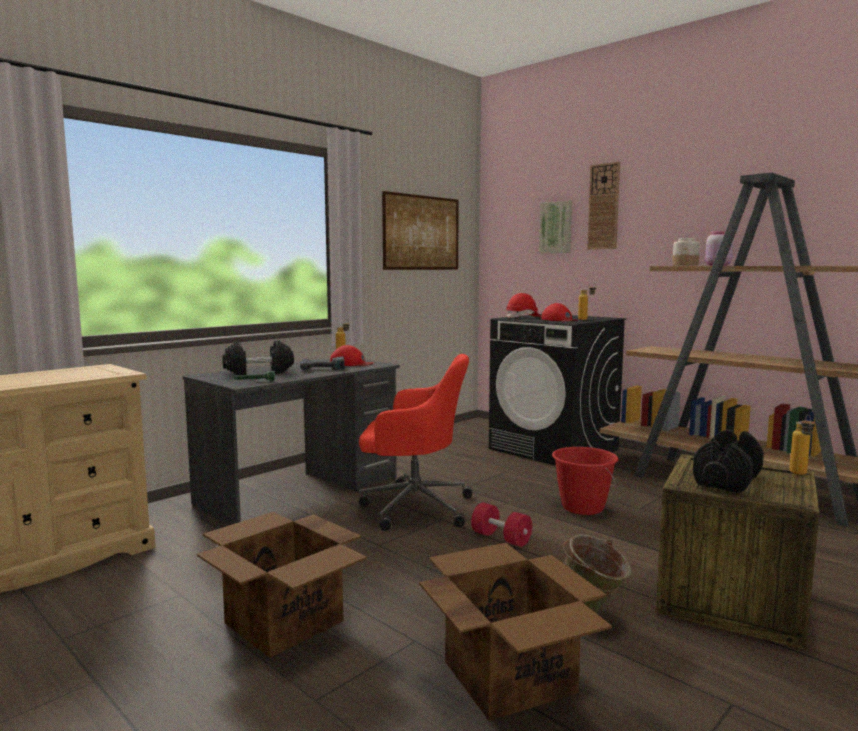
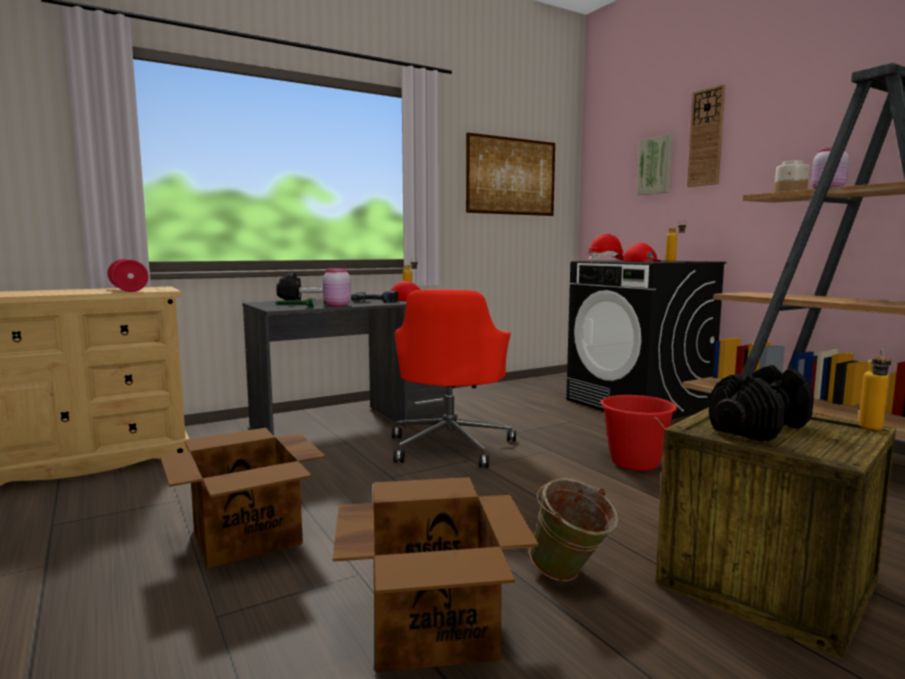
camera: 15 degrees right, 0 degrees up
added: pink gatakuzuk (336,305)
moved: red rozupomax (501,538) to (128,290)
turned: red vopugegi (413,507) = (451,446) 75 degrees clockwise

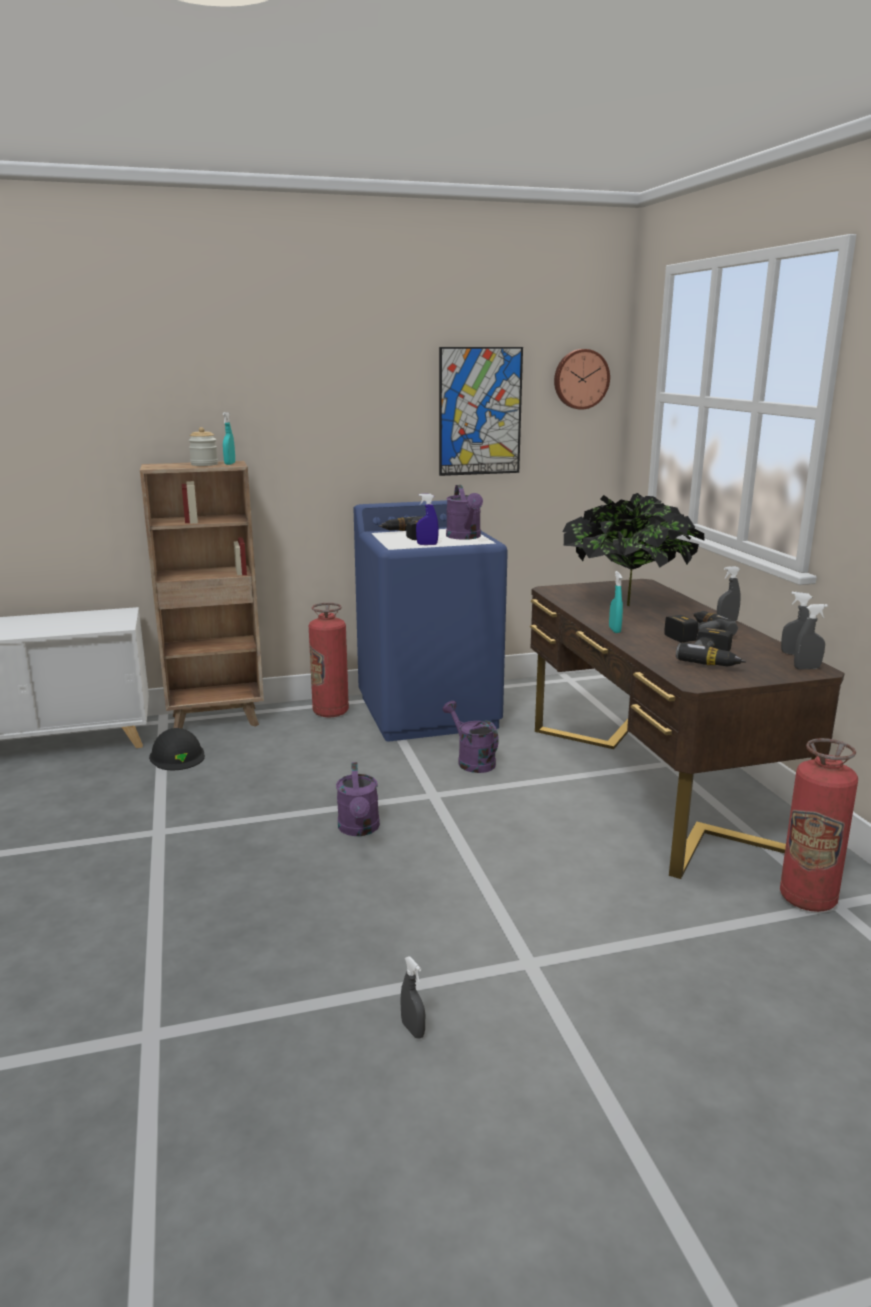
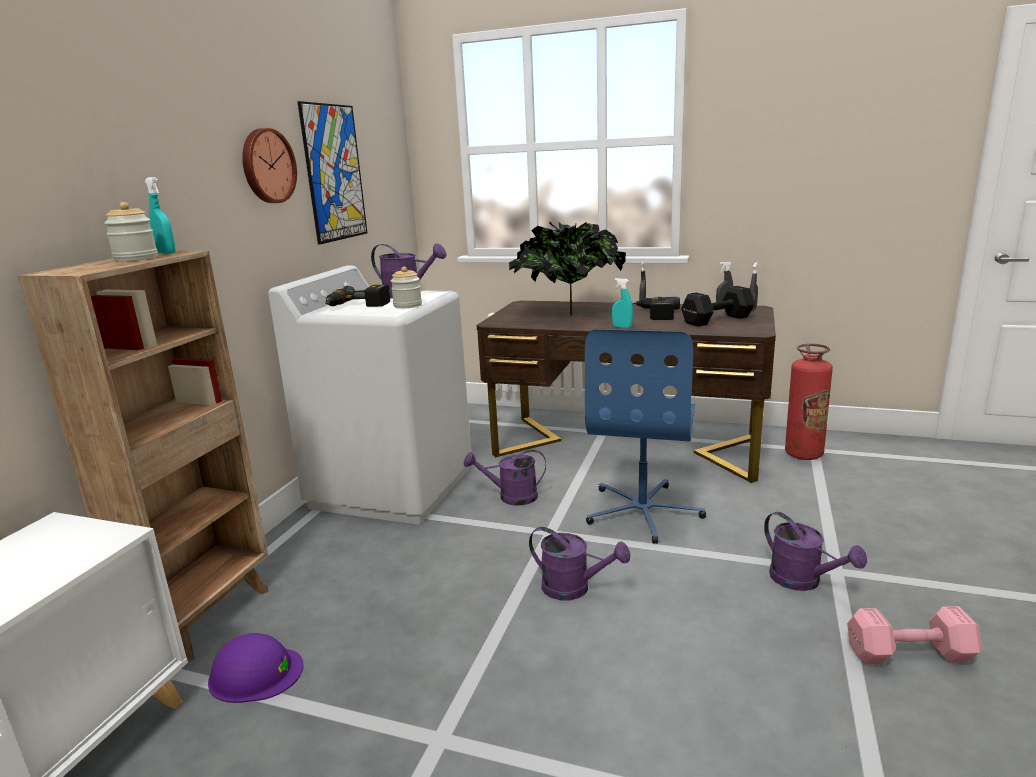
camera: 55 degrees left, 0 degrees up
removed: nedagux (330,712)
added: blue vopugegi (643,511); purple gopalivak (803,581)
moved: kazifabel (580,379) to (267,166)
replaced: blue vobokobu (427,544) to gatakuzuk (407,305); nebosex (715,659) to black rozupomax (715,320); grey vobokobu (413,1029) to pink rozupomax (912,654)
recoloured: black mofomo (177,756) to purple mofomo (255,673); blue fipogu (429,712) to white fipogu (392,487)

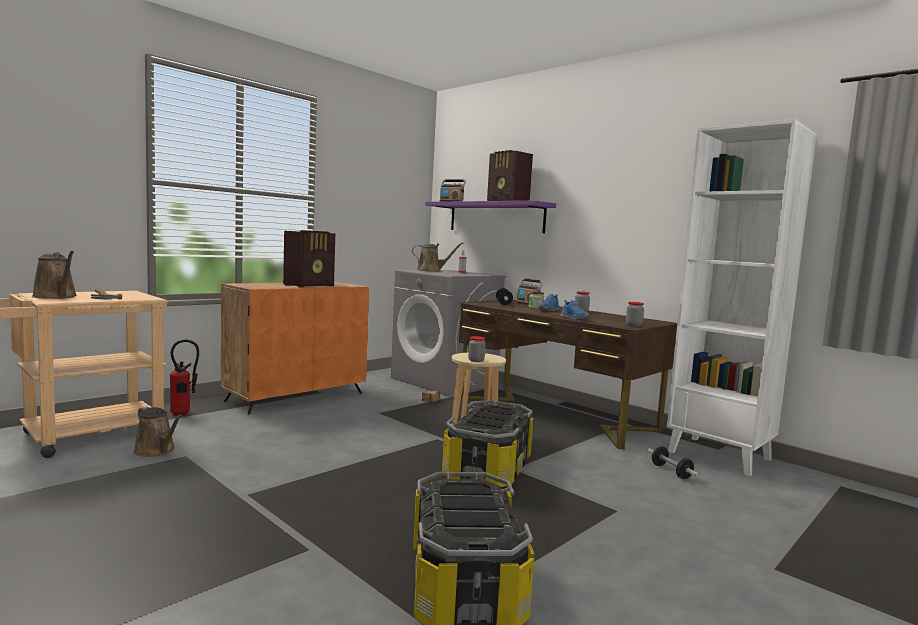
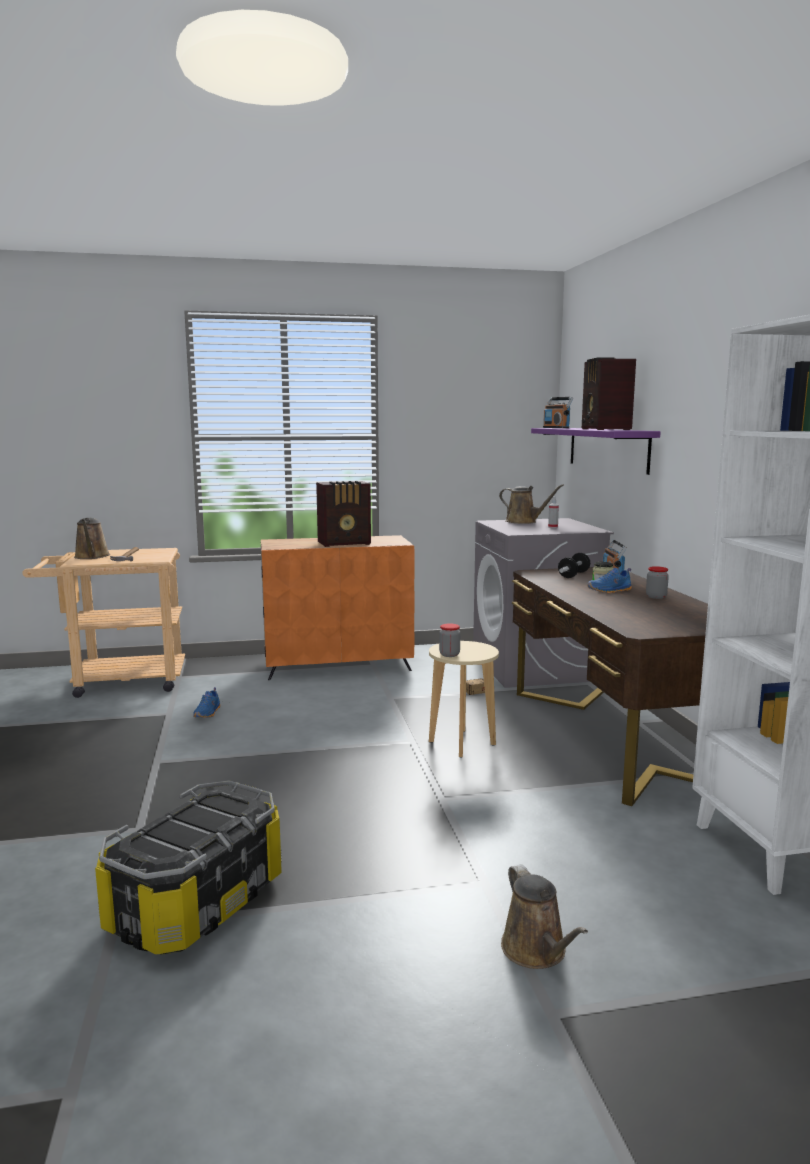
camera: 35 degrees right, 5 degrees up
removed: nedagux (183,414); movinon (487,470); gatakuzuk (633,325); rozupomax (671,472)
moved: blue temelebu (575,318) to (208,713); brown gopalivak (156,450) to (537,951)

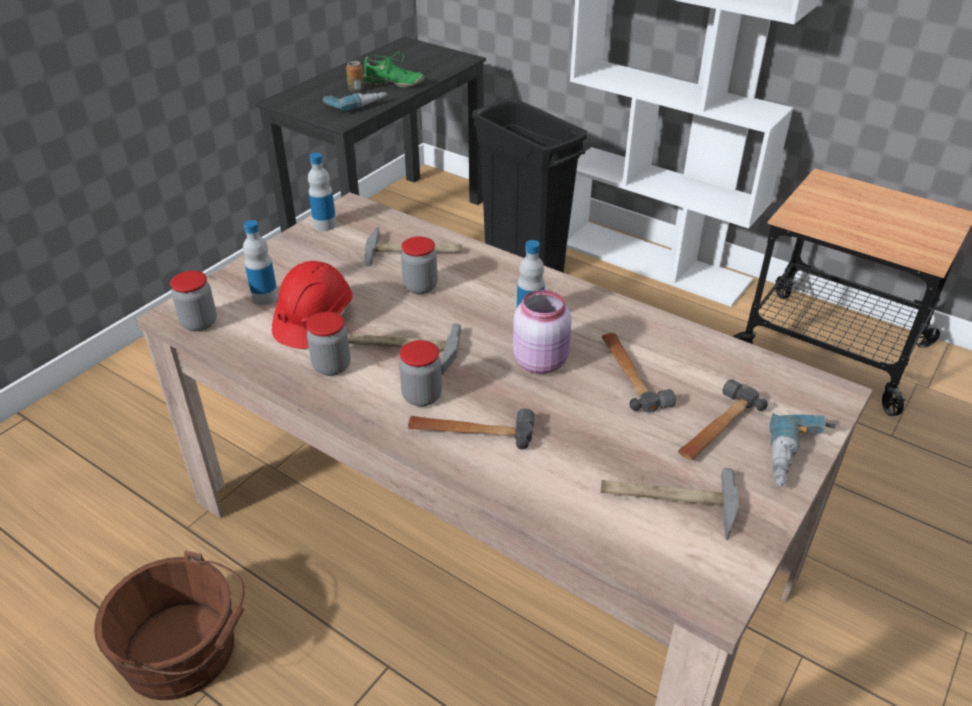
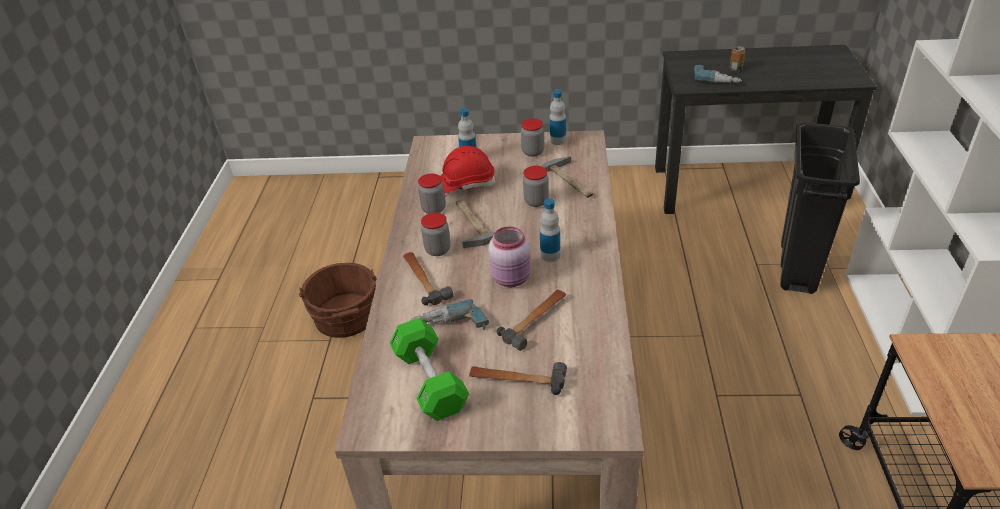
camera: 60 degrees right, 0 degrees up
removed: green temelebu (393,83)
moved: nebosex (799,460) to (449,328); gatakuzuk (199,323) to (533,152)
replaced: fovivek (667,500) to green rozupomax (430,381)

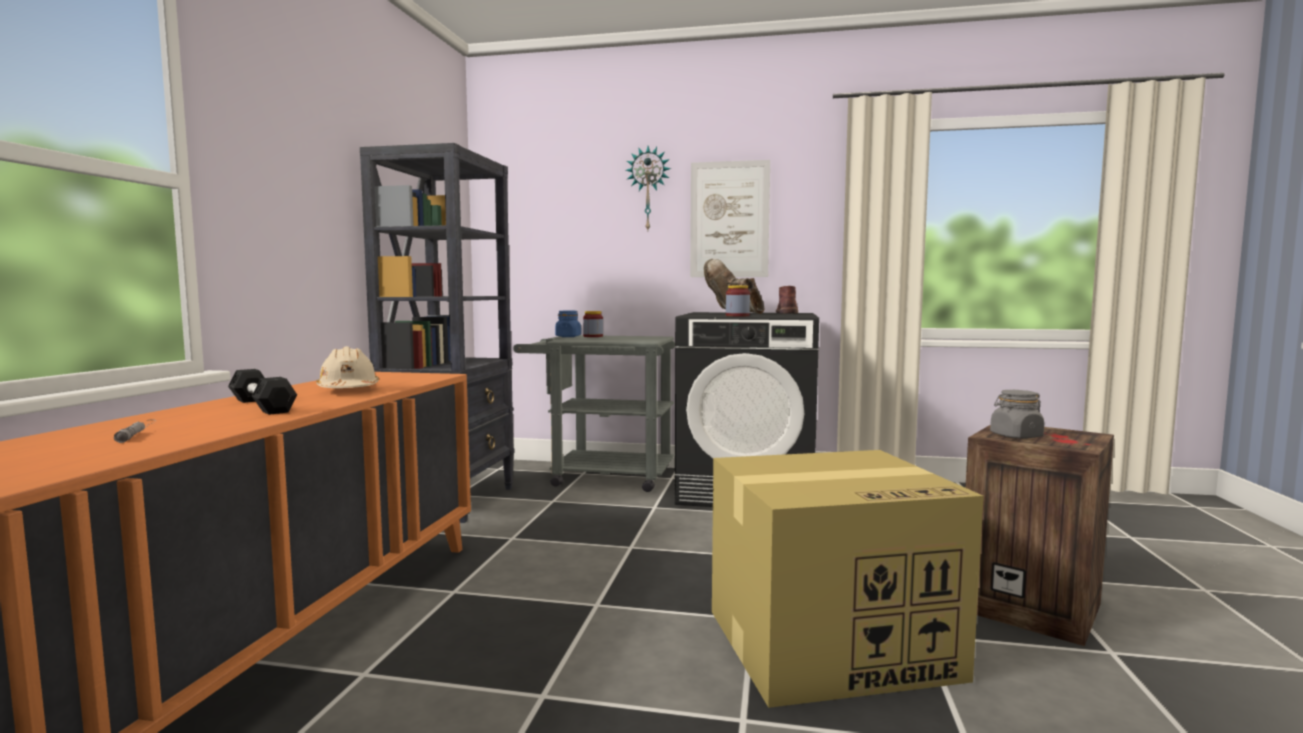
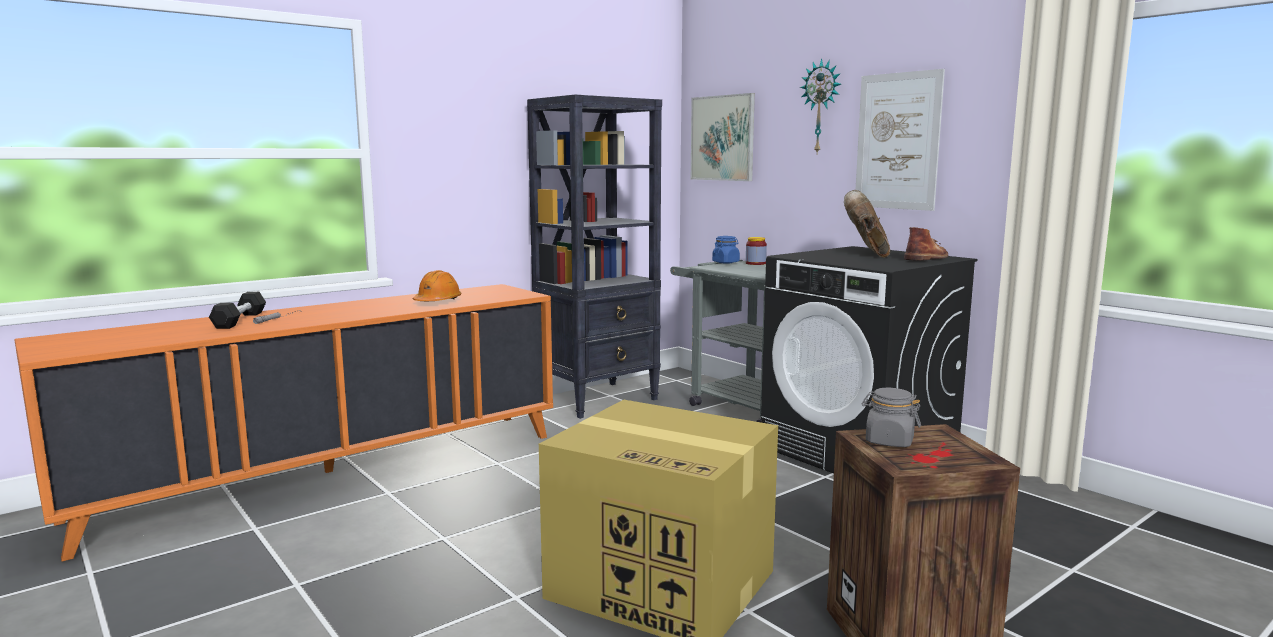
camera: 40 degrees right, 5 degrees up
removed: gatakuzuk (737,316)
added: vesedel (722,138)
moved: black rozupomax (262,406) to (240,320)
recoloured: beige mofomo (348,390) to orange mofomo (437,302)

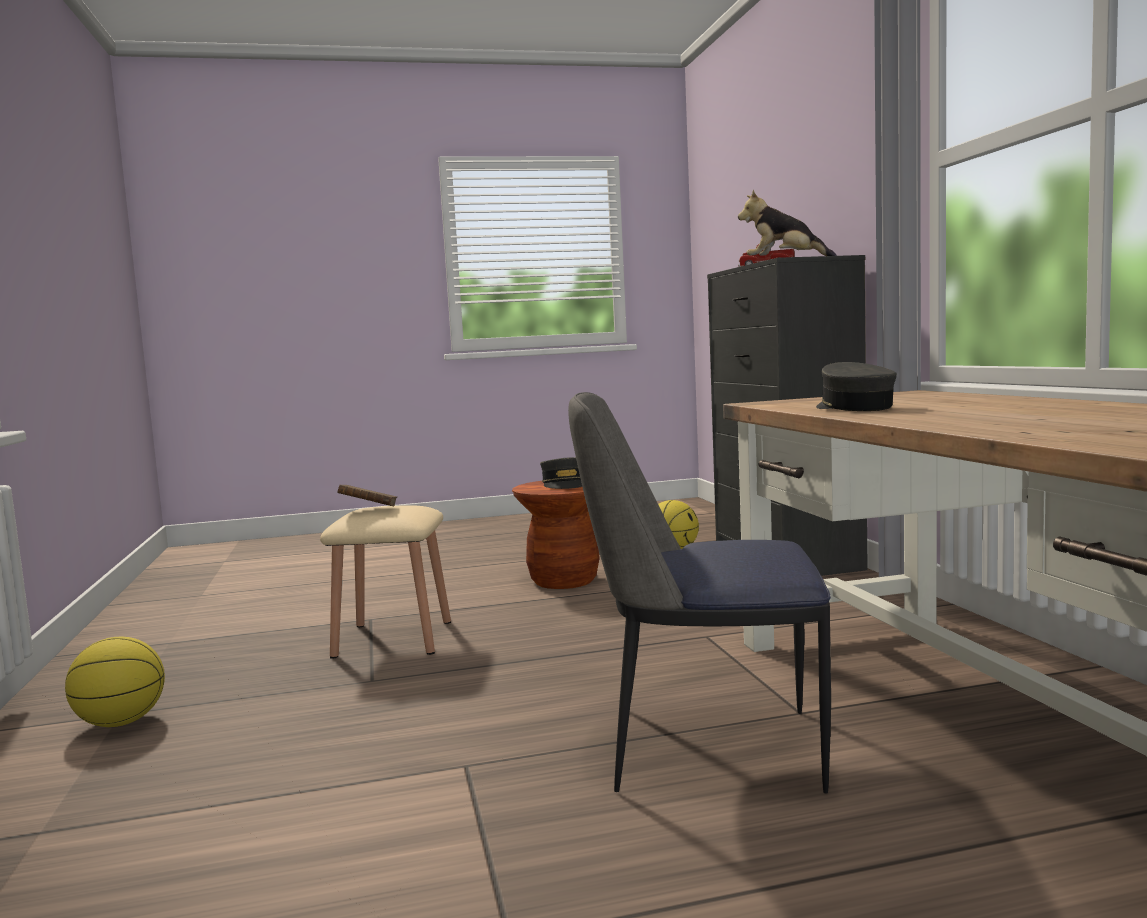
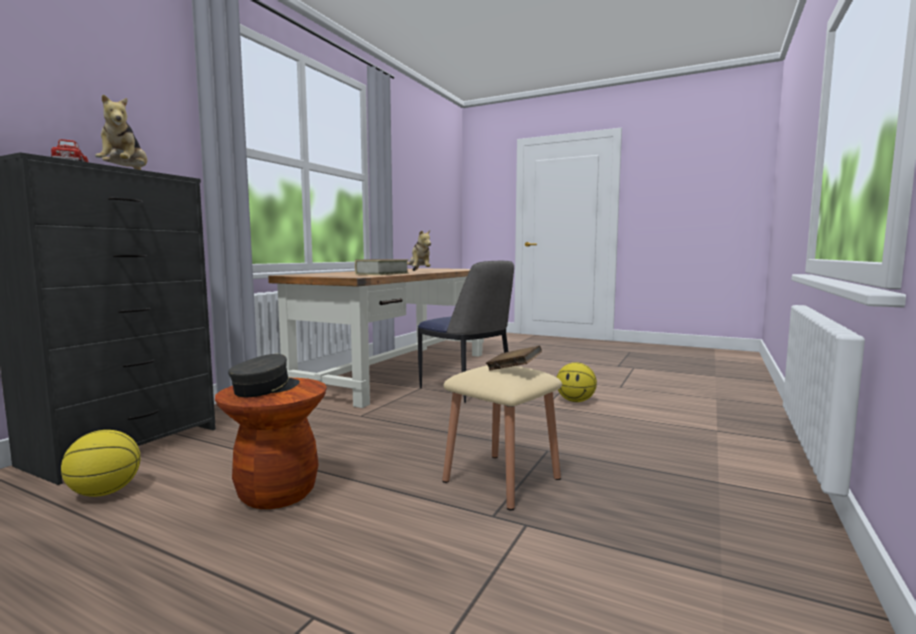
camera: 140 degrees left, 0 degrees up
added: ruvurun (419,272)
moved: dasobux (120,723) to (575,401)
replaced: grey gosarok (853,408) to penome (382,274)

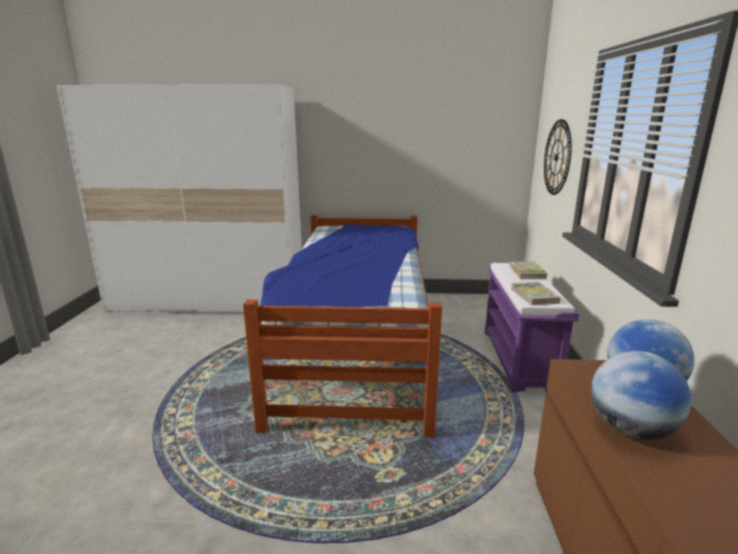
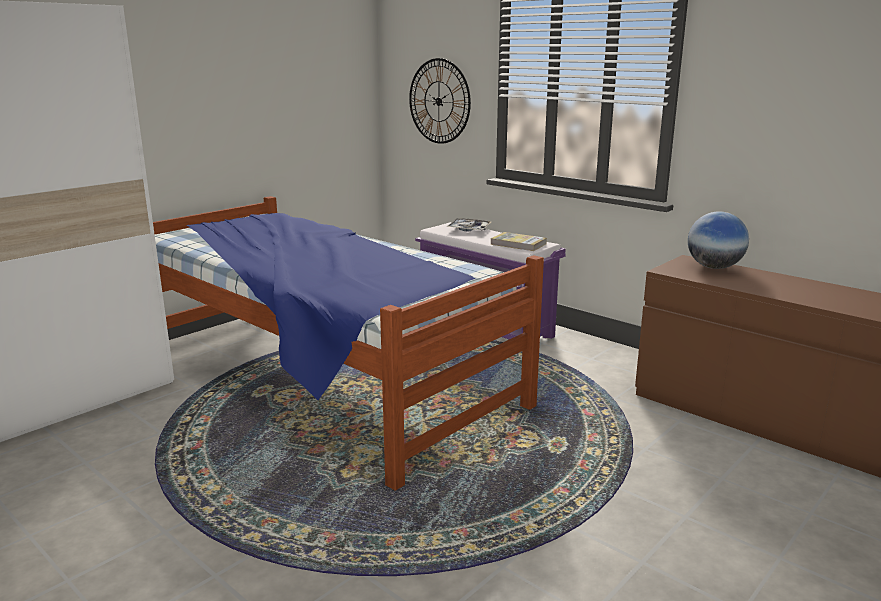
camera: 50 degrees left, 0 degrees up
removed: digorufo (630,430)
replaced: penome (527,272) to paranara (469,229)

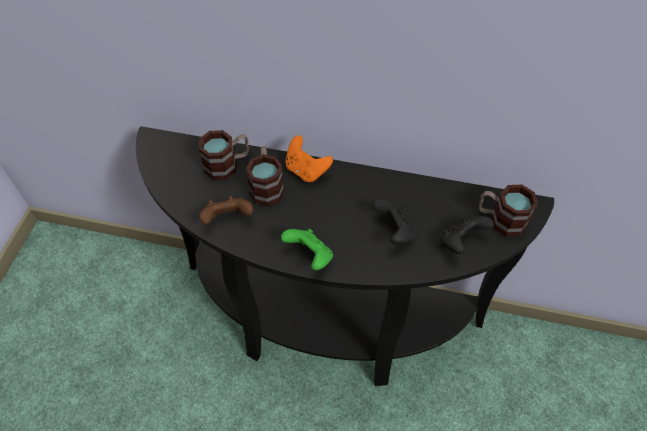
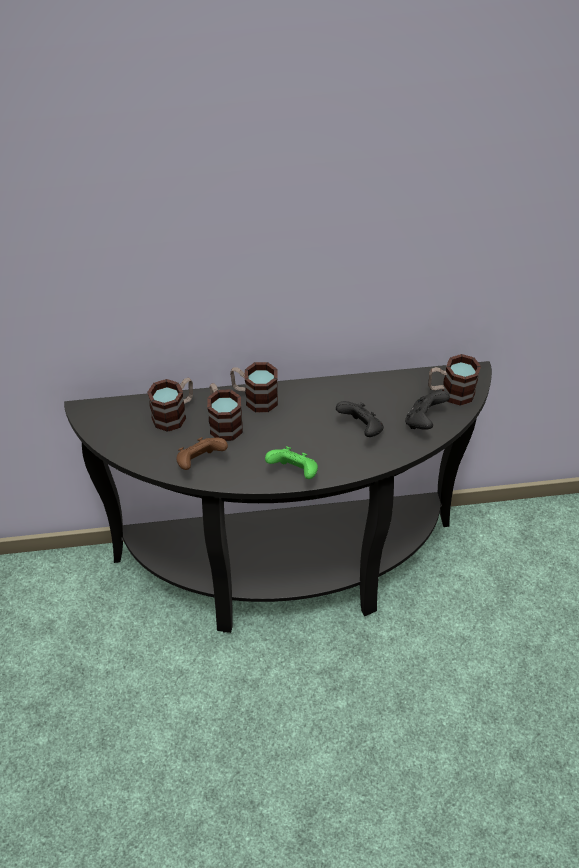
camera: 20 degrees left, 5 degrees down
replaced: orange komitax (306,170) to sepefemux (254,398)

